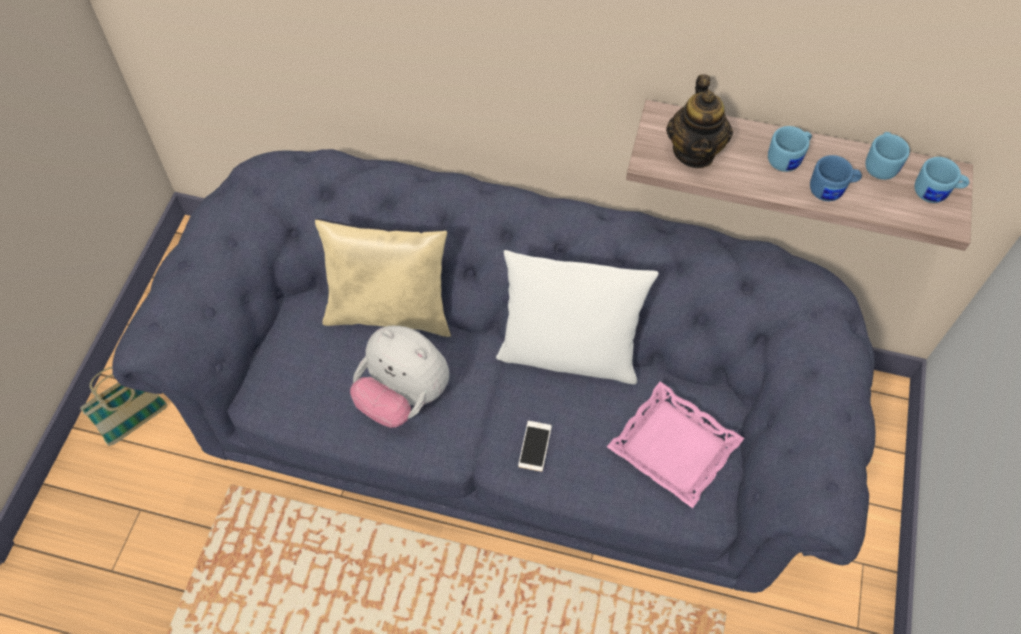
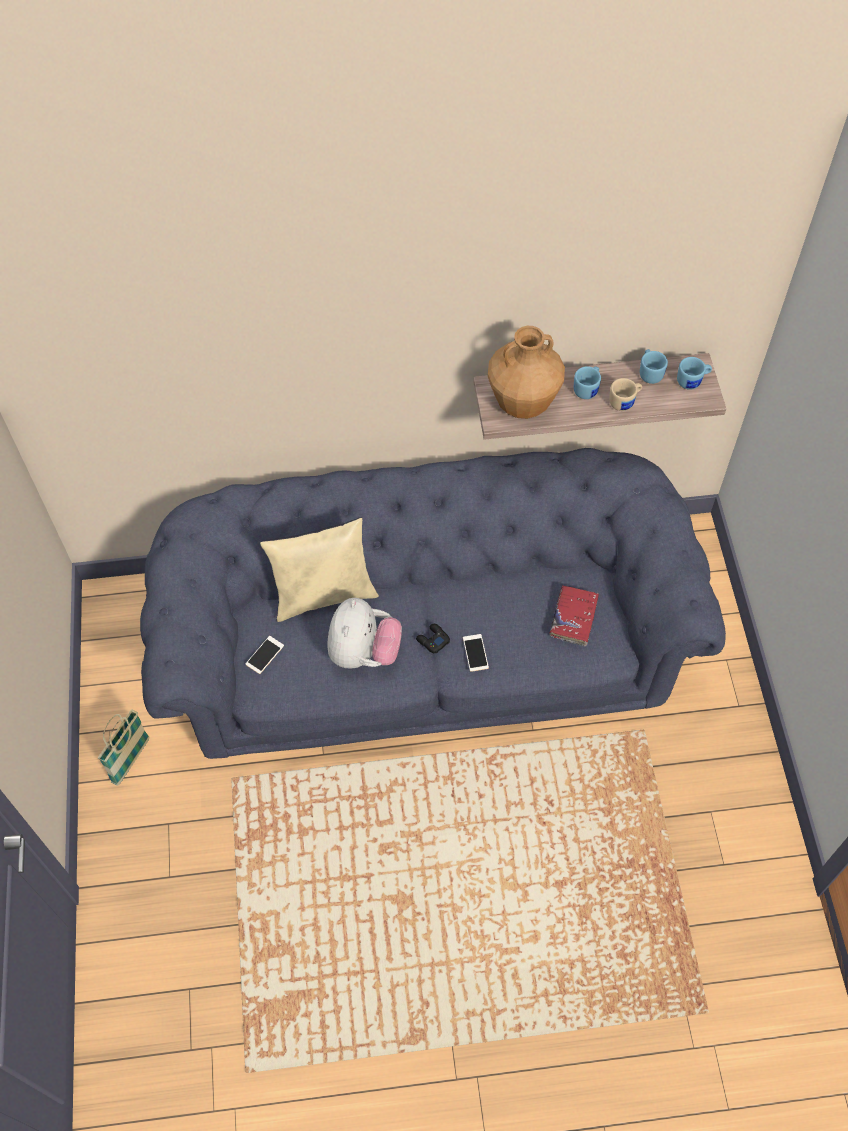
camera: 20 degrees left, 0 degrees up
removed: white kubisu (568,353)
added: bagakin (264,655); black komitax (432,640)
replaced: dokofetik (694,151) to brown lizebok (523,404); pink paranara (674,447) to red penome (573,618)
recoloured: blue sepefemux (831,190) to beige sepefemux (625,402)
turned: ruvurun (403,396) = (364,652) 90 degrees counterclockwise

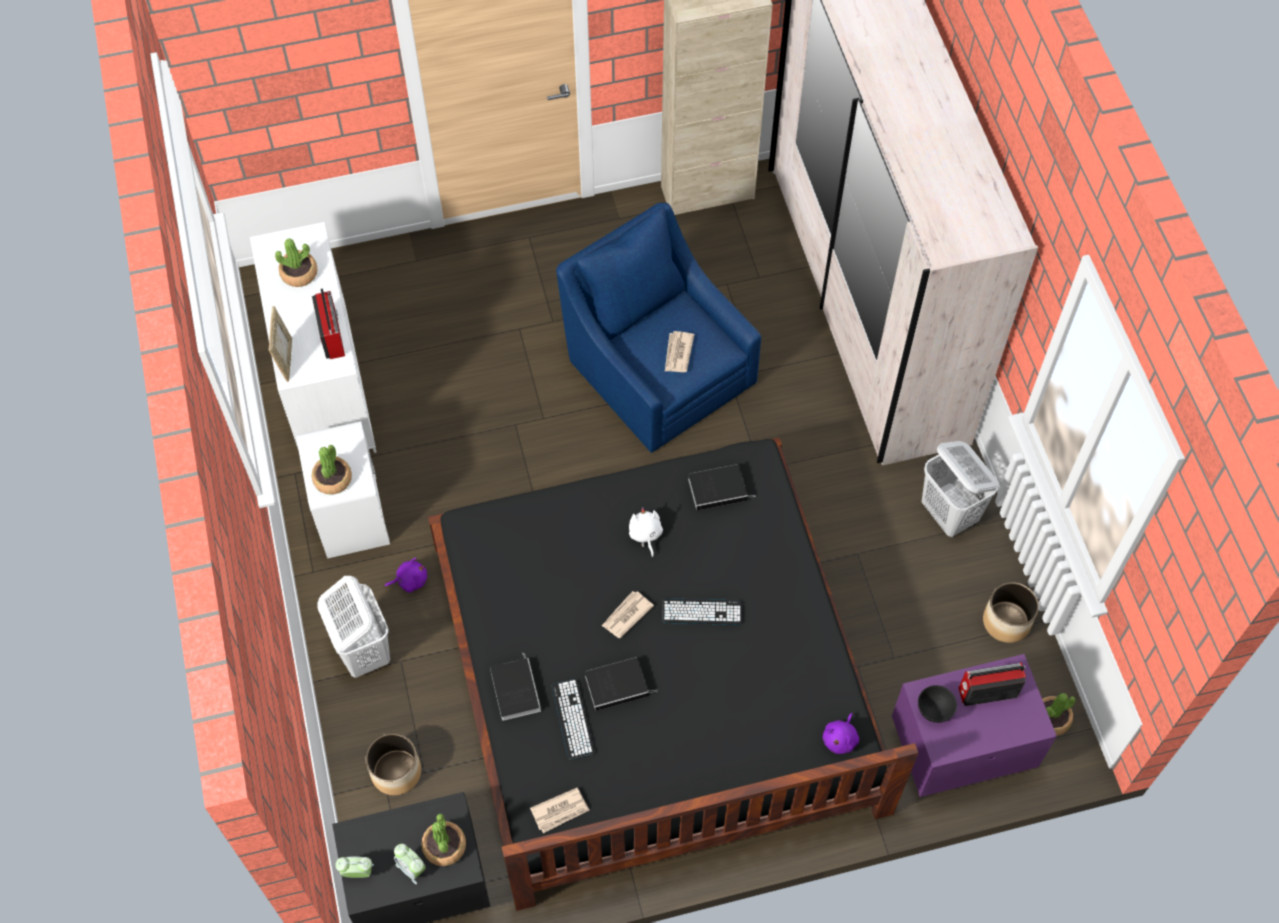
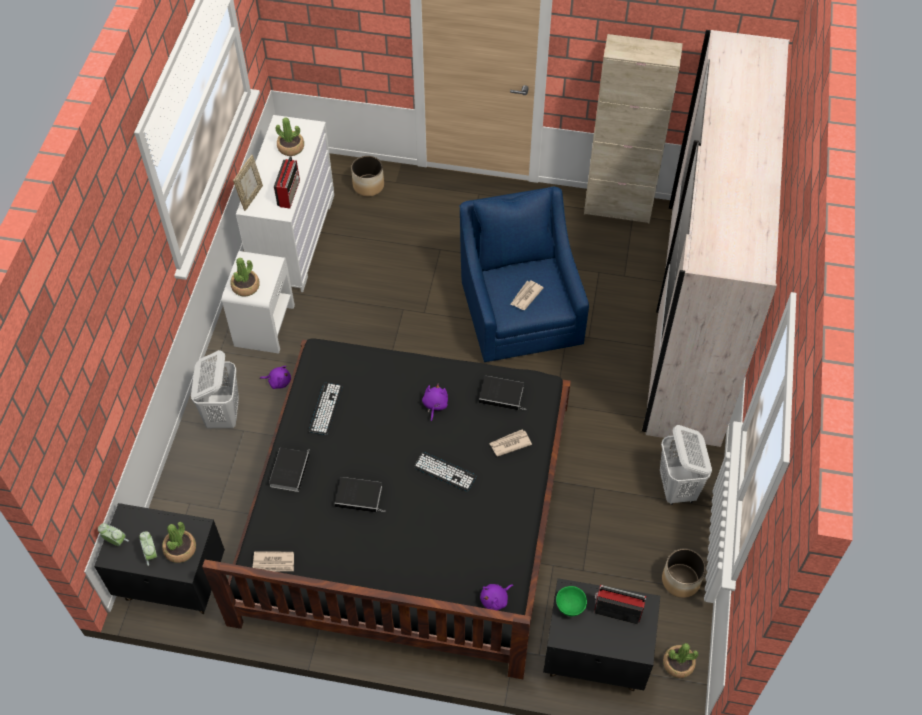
camera: 25 degrees right, 5 degrees down
moved: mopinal (573,719) to (325,409); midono (395,771) to (368,185); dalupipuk (626,615) to (510,443)
recoloured: white ruvurun (645,535) to purple ruvurun (435,405); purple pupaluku (958,754) to black pupaluku (594,658); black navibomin (934,711) to green navibomin (570,607)

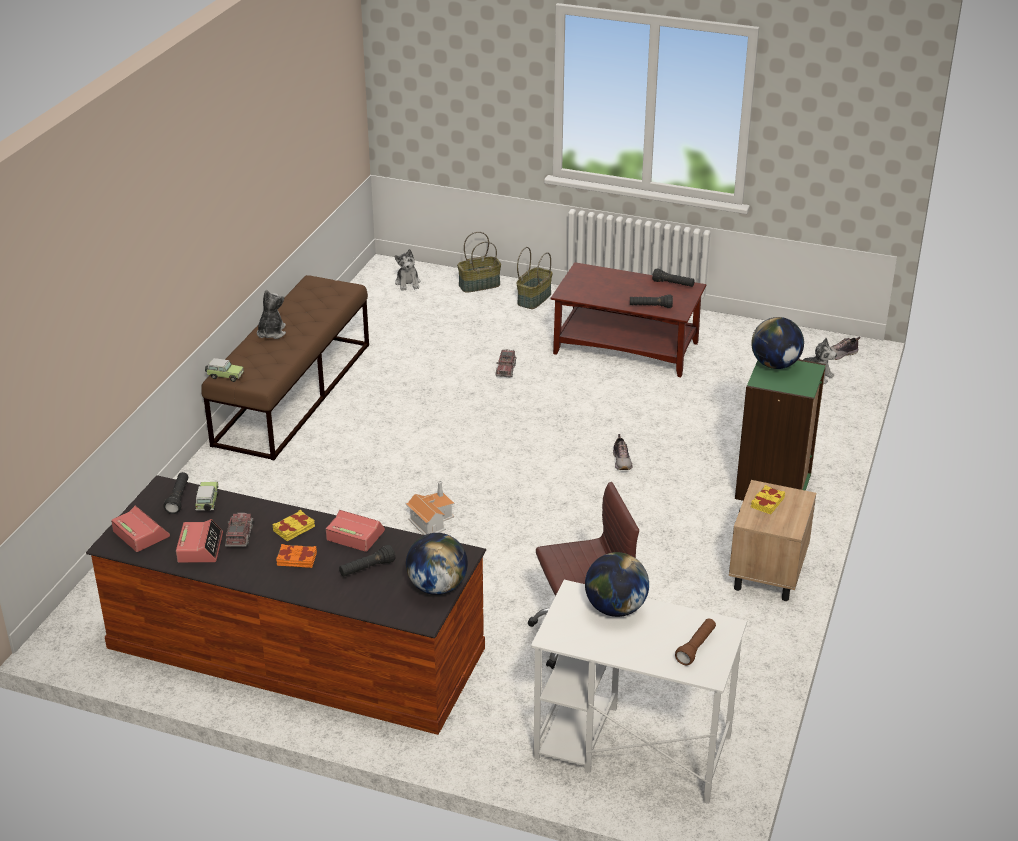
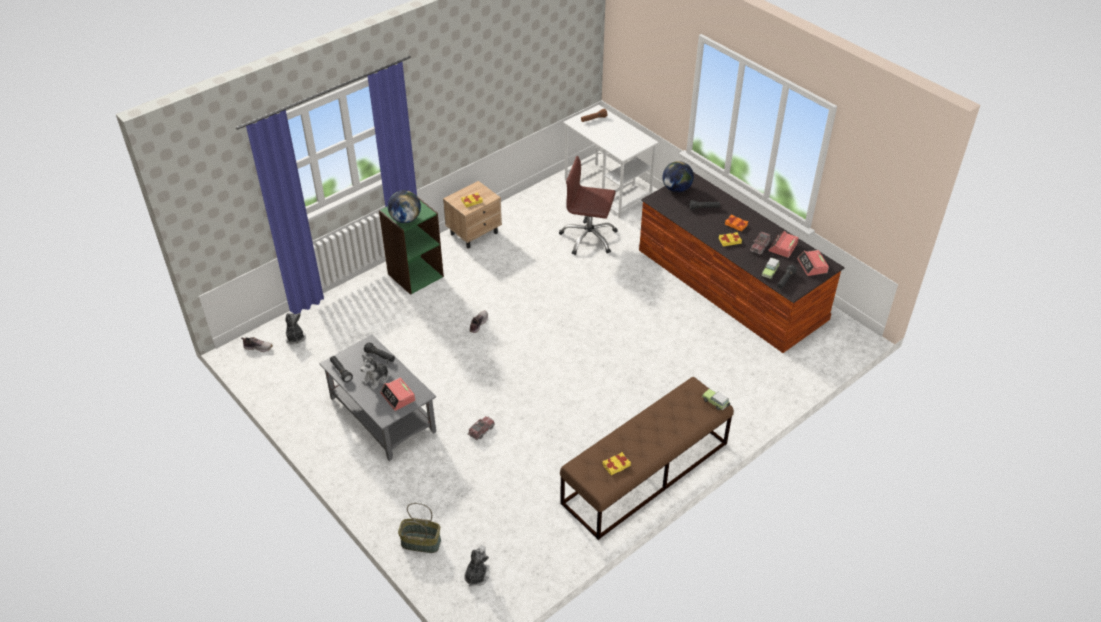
camera: 150 degrees left, 10 degrees up
removed: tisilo (431,520); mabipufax (534,298); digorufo (615,608)
added: yellow penome (616,465)
moved: ruvurun (271,333) to (376,379); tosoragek (355,535) to (398,397)
recoloured: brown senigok (624,348) to grey senigok (383,415)

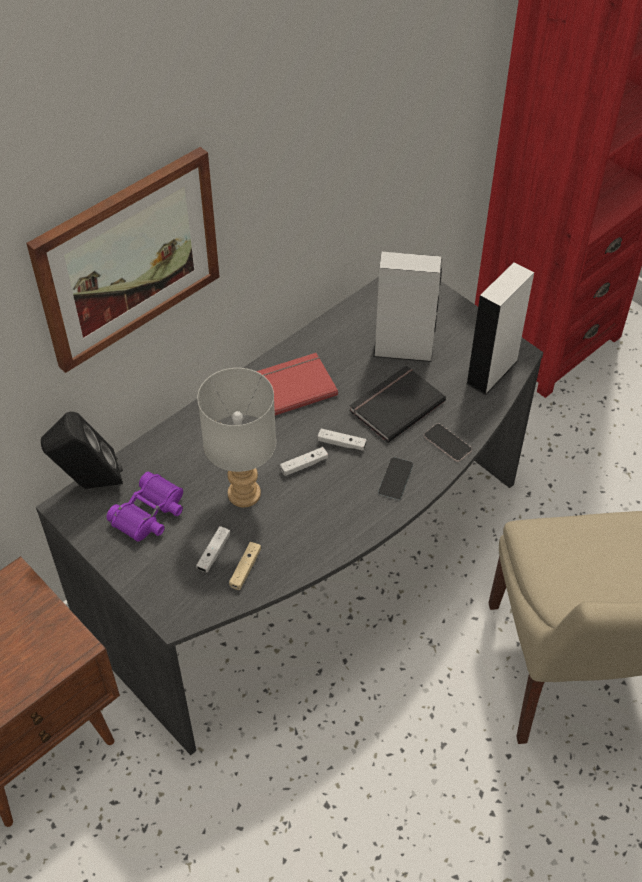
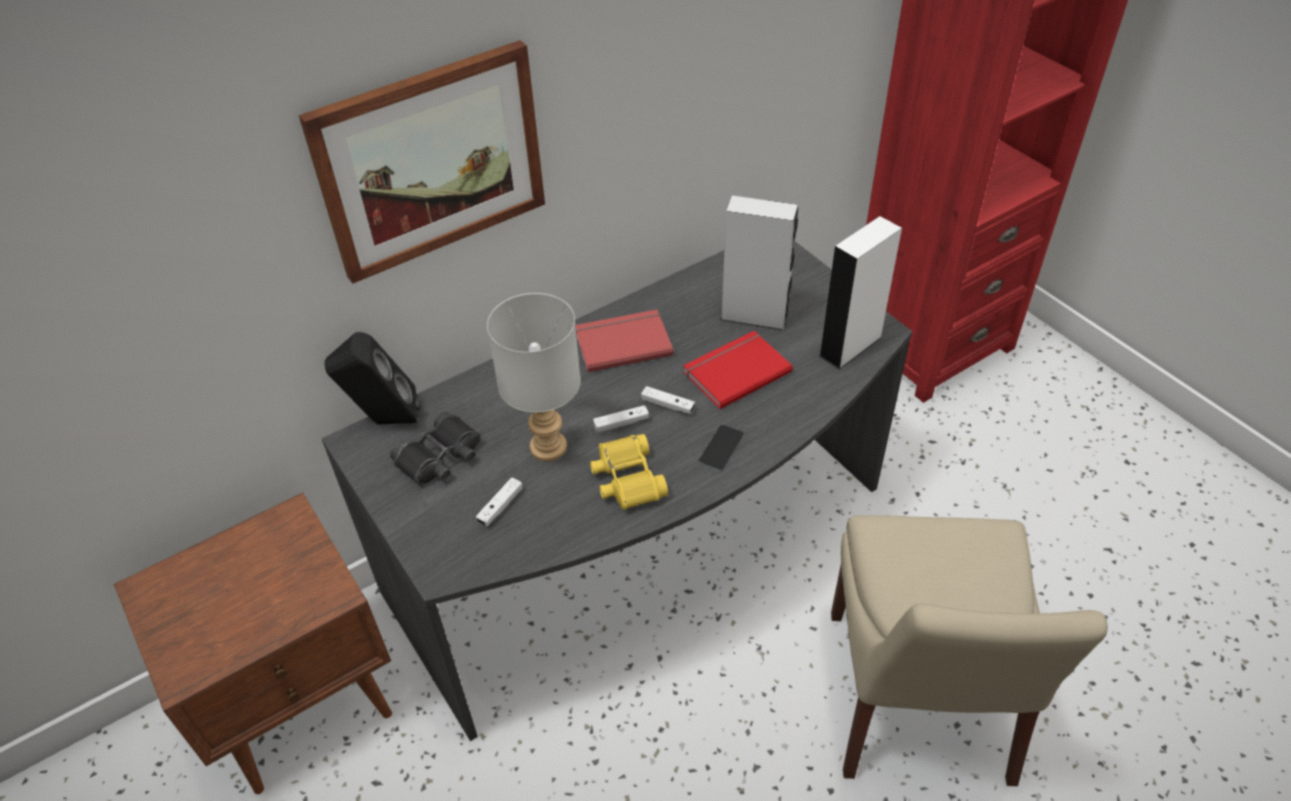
camera: 10 degrees right, 5 degrees down
removed: beige komitax (245,569); bagakin (447,443)
added: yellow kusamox (627,479)
recoloured: purple kusamox (150,514) to black kusamox (440,458); black penome (395,405) to red penome (735,371)

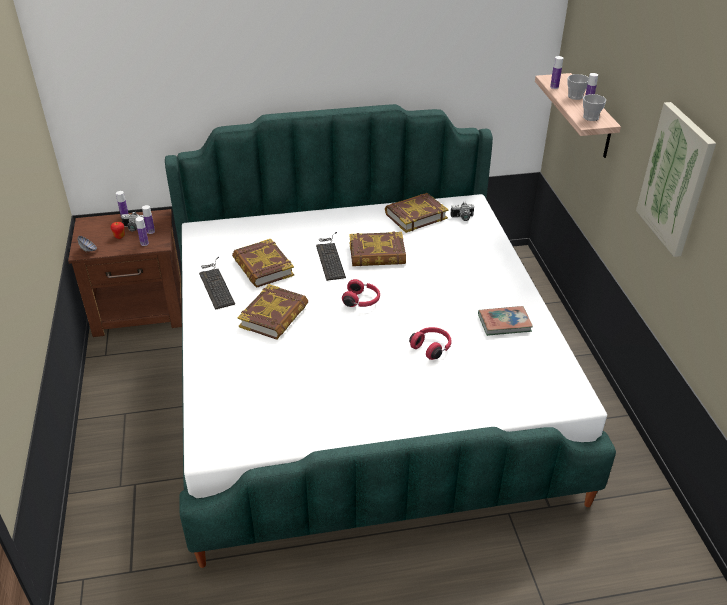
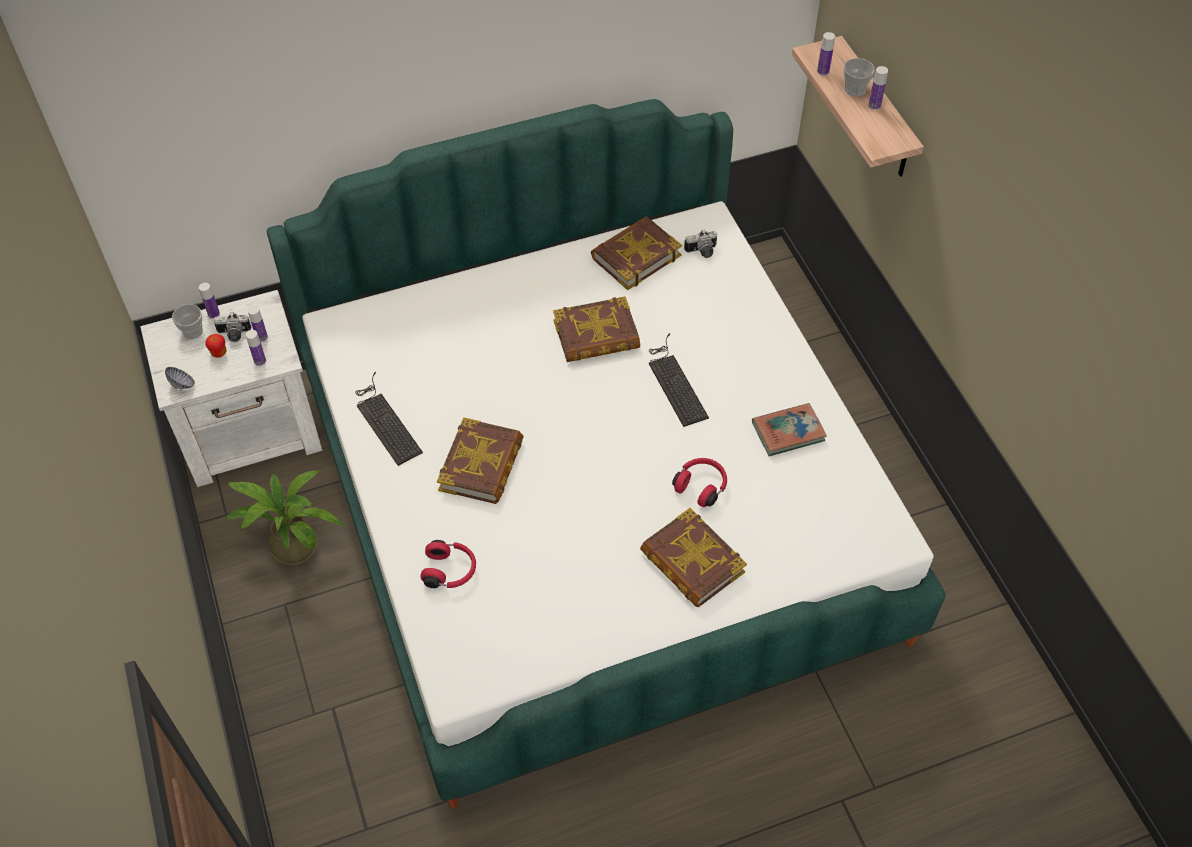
camera: 10 degrees left, 15 degrees up
removed: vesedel (676,179)
added: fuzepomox (290,543)
moved: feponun (591,117) to (192,331); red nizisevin (362,301) to (450,571); penome (263,267) to (692,563); mopinal (330,257) to (675,382)
recoloured: brown pupaluku (141,310) to white pupaluku (252,431)

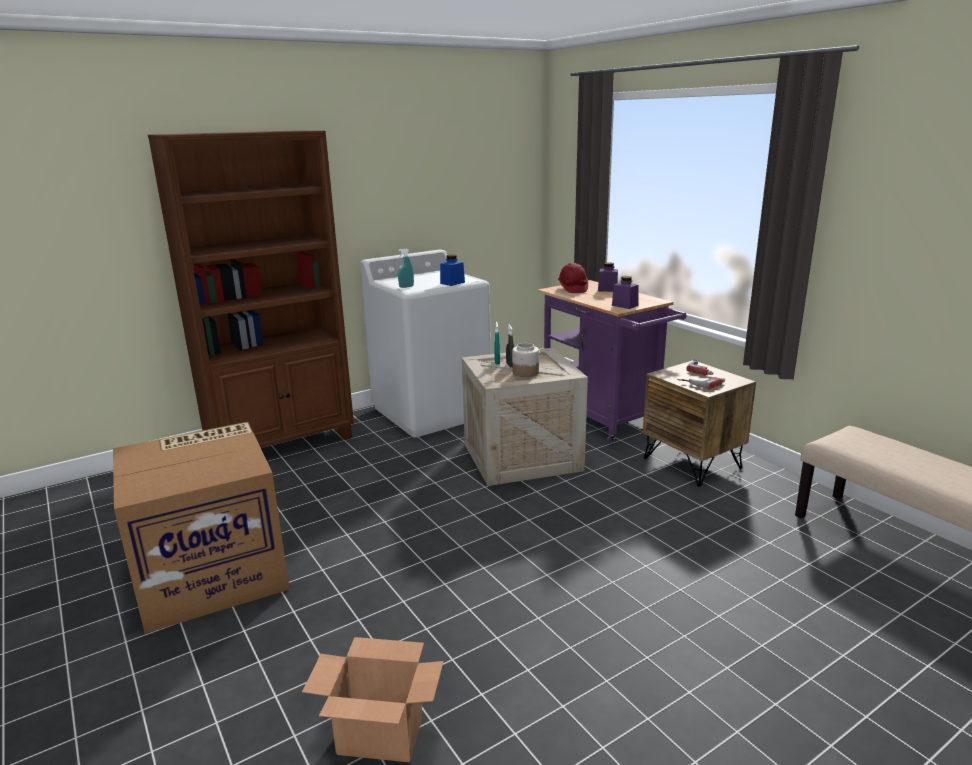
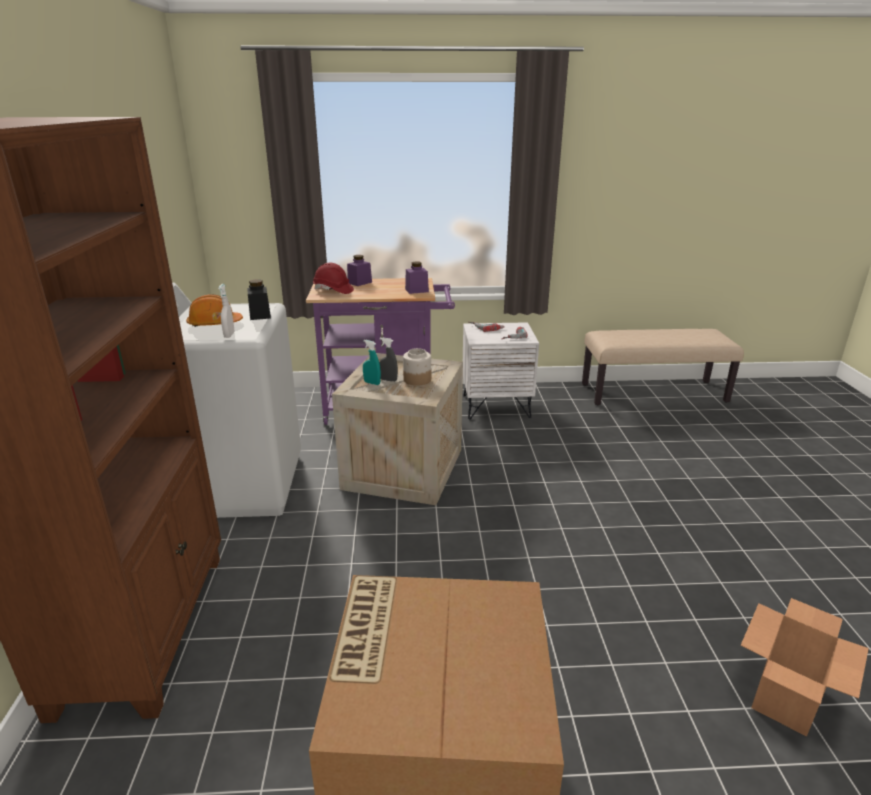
camera: 60 degrees left, 5 degrees up
added: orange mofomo (214,324)
recoloured: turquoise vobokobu (406,287) to white vobokobu (229,335); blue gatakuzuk (452,283) to black gatakuzuk (260,315); brown pupaluku (692,463) to white pupaluku (496,406)

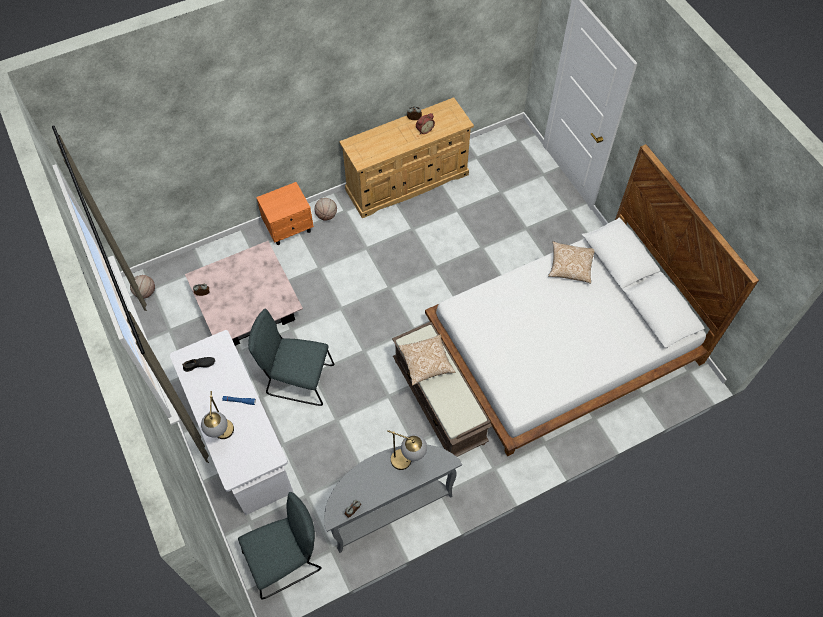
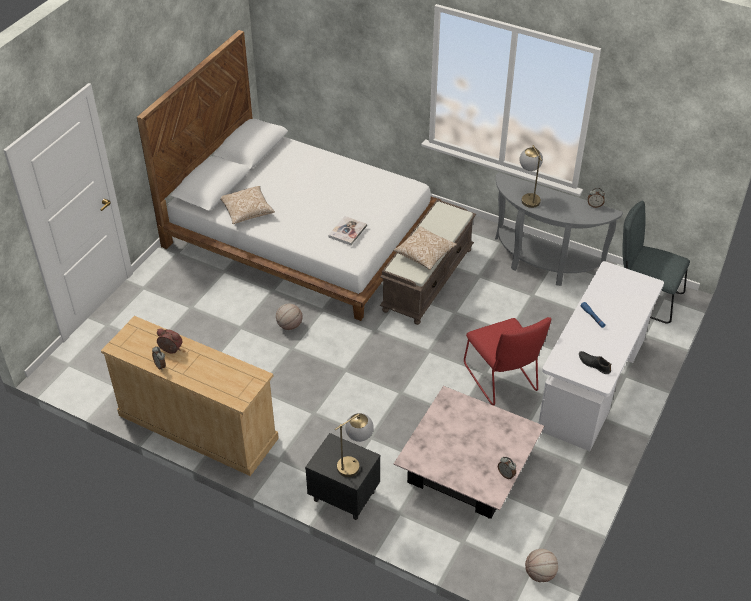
camera: 125 degrees left, 15 degrees down
added: penome (347,231)
moved: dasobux (326,215) to (289,325); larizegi (224,437) to (354,463)
recoloured: orange pupaluku (289,228) to black pupaluku (343,495); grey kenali (297,379) to red kenali (502,380)

